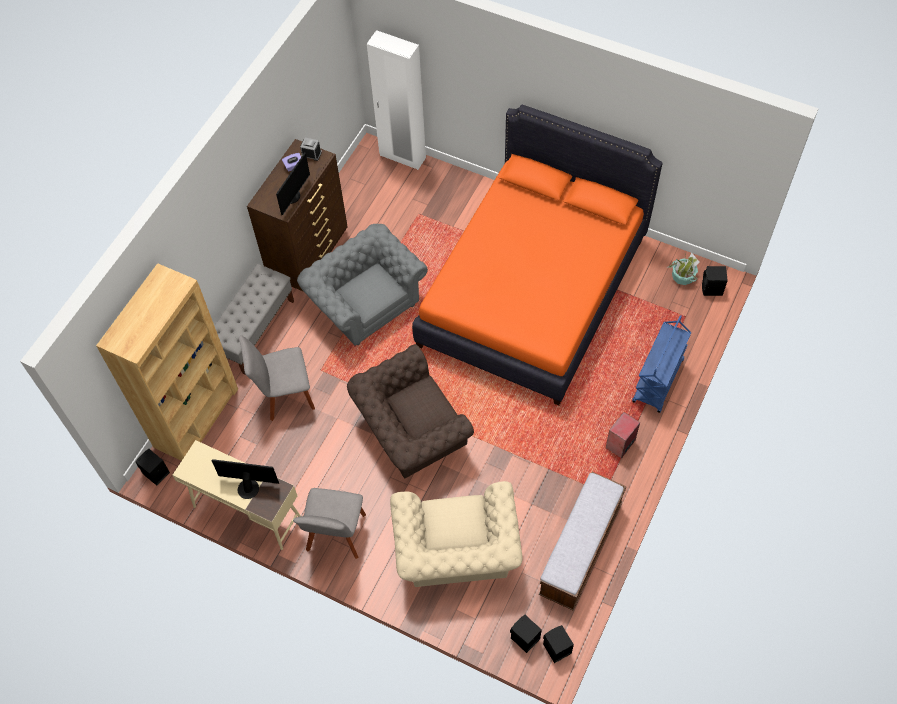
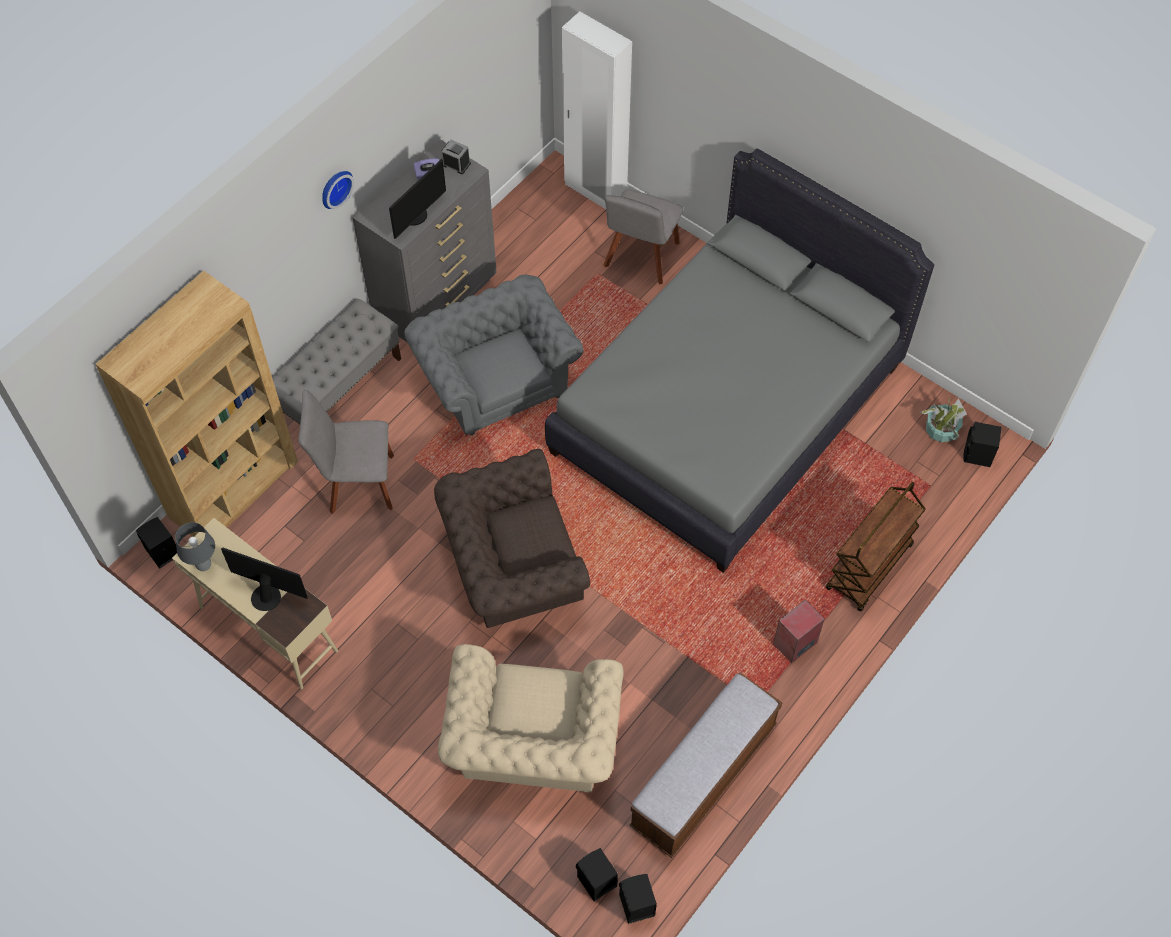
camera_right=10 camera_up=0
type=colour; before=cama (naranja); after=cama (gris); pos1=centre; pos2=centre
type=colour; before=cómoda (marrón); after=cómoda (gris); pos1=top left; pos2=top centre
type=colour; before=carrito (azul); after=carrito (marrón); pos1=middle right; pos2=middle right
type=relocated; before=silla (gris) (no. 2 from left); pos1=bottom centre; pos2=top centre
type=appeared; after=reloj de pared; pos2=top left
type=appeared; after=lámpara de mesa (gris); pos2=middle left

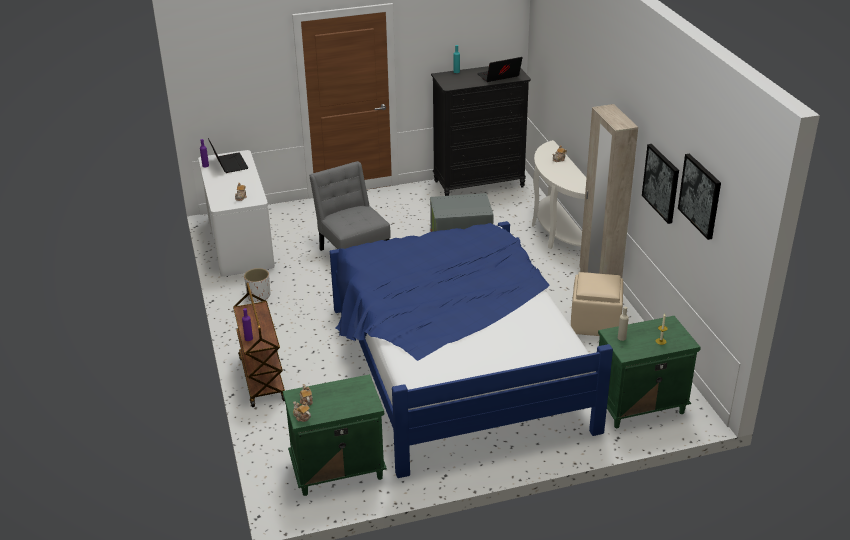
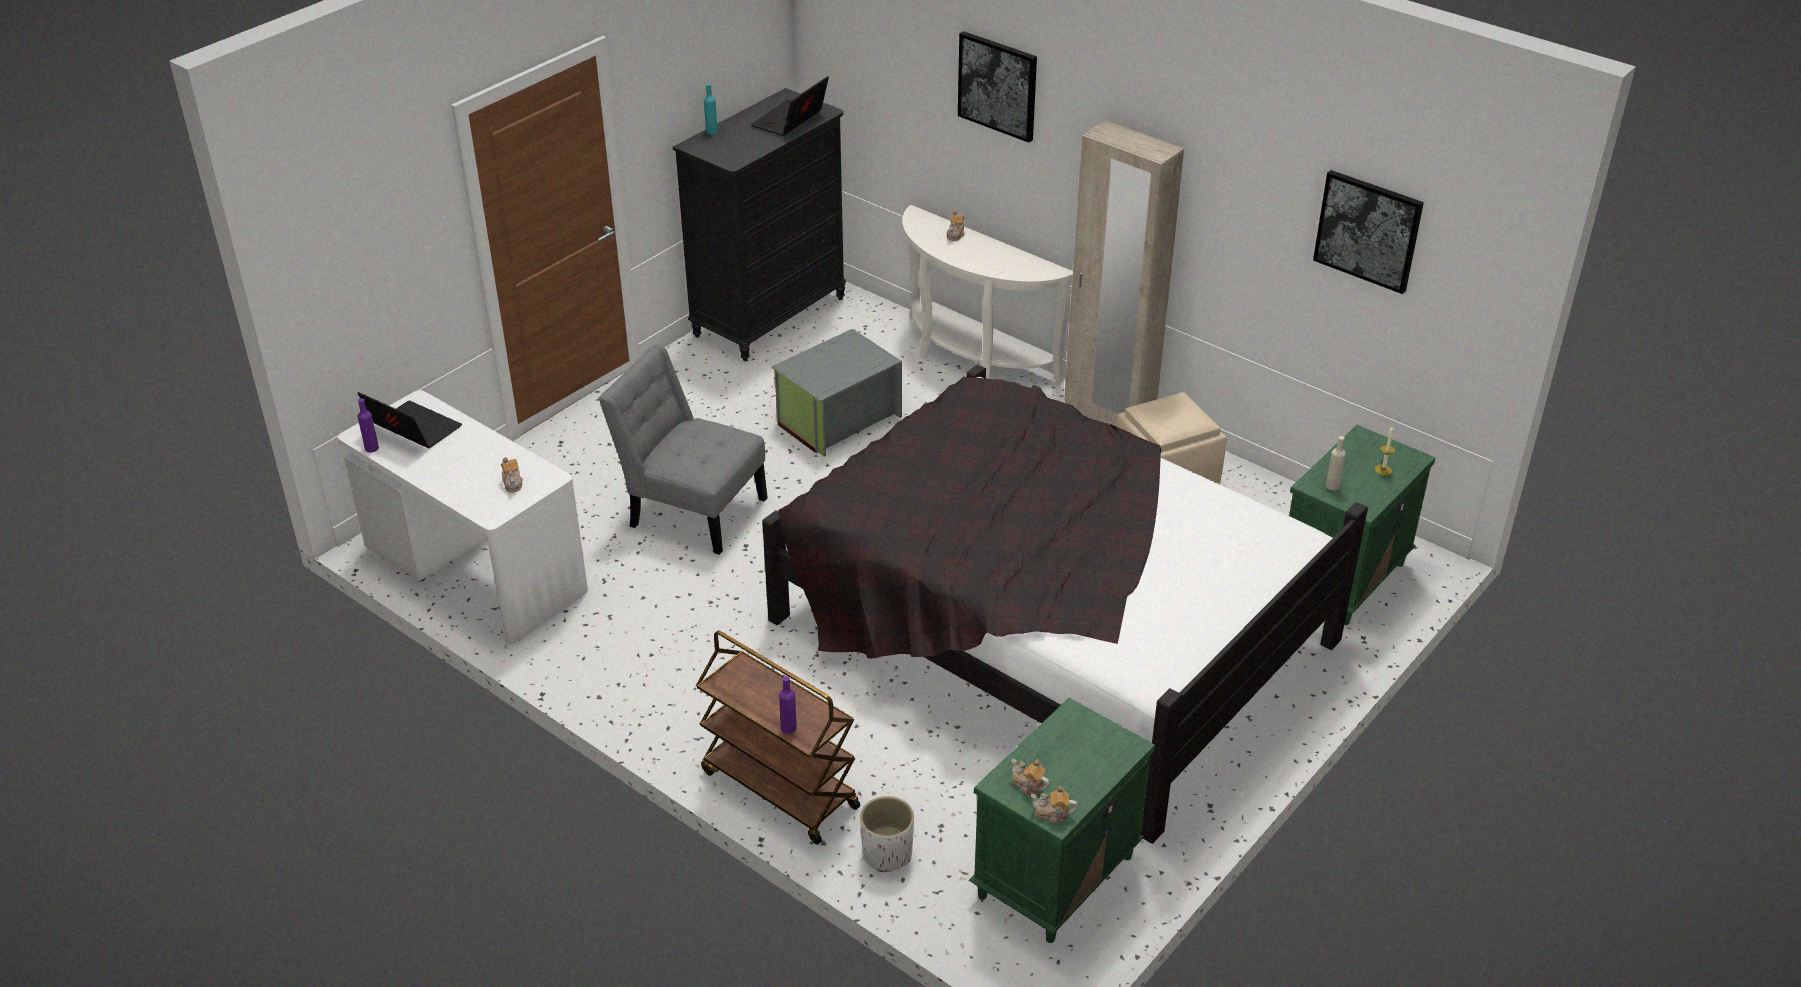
camera_right=-35 camera_up=5
type=relocated; before=cuadro (no. 1 from left); pos1=middle right; pos2=top centre
type=colour; before=cama (azul); after=cama (negro); pos1=centre; pos2=centre
type=relocated; before=maceta (blanco); pos1=middle left; pos2=bottom centre

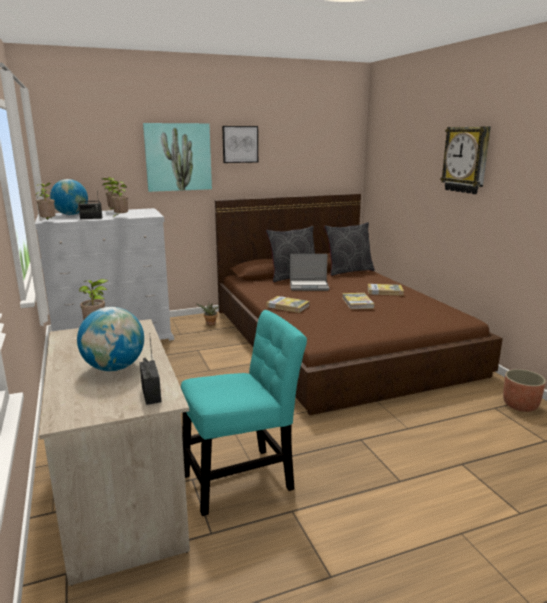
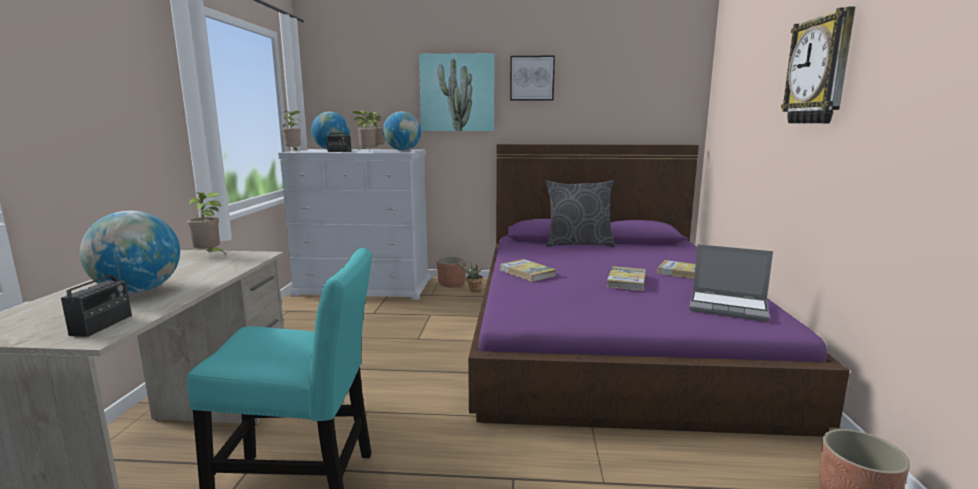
camera_right=25 camera_up=-5
type=colour; before=cama (marrón); after=cama (morado); pos1=centre; pos2=middle right
type=missing; before=cojín (gris) (no. 2 from left); pos1=centre
type=relocated; before=portátil; pos1=centre; pos2=middle right
type=appeared; after=globo terráqueo (no. 3 from left); pos2=top centre
type=appeared; after=maceta (no. 1 from left); pos2=centre

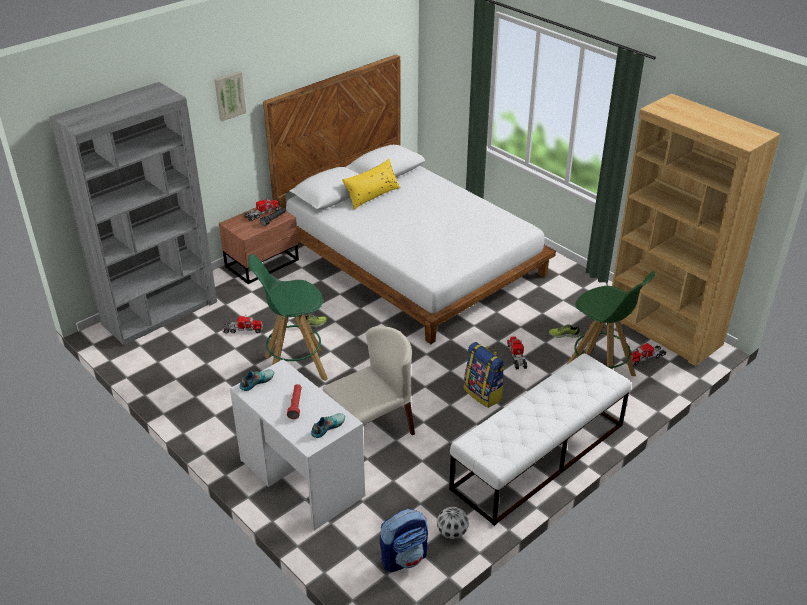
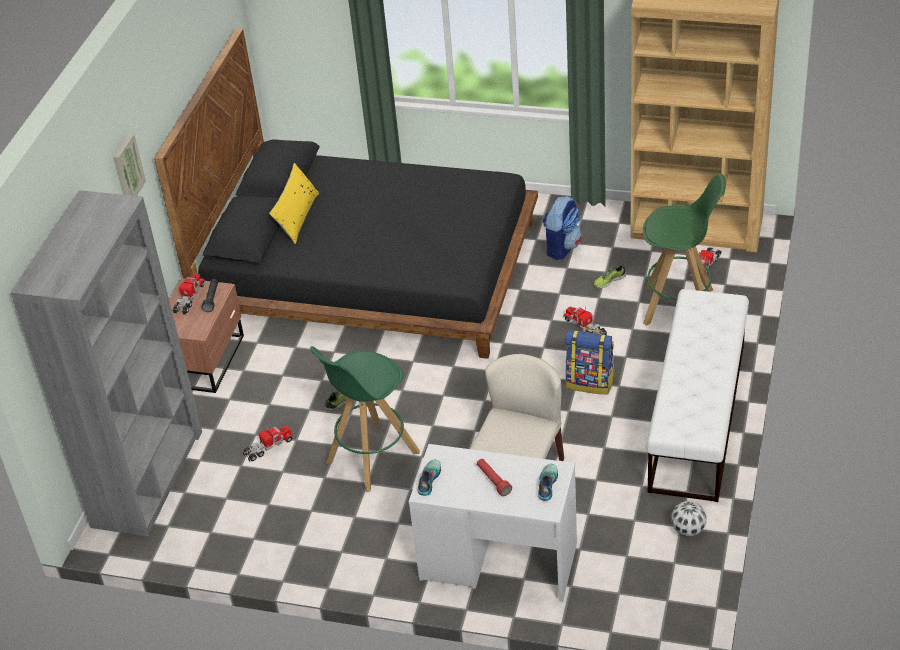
camera_right=-30 camera_up=5
type=colour; before=cama (blanco); after=cama (negro); pos1=top centre; pos2=top centre
type=relocated; before=mochila (no. 1 from left); pos1=bottom centre; pos2=centre

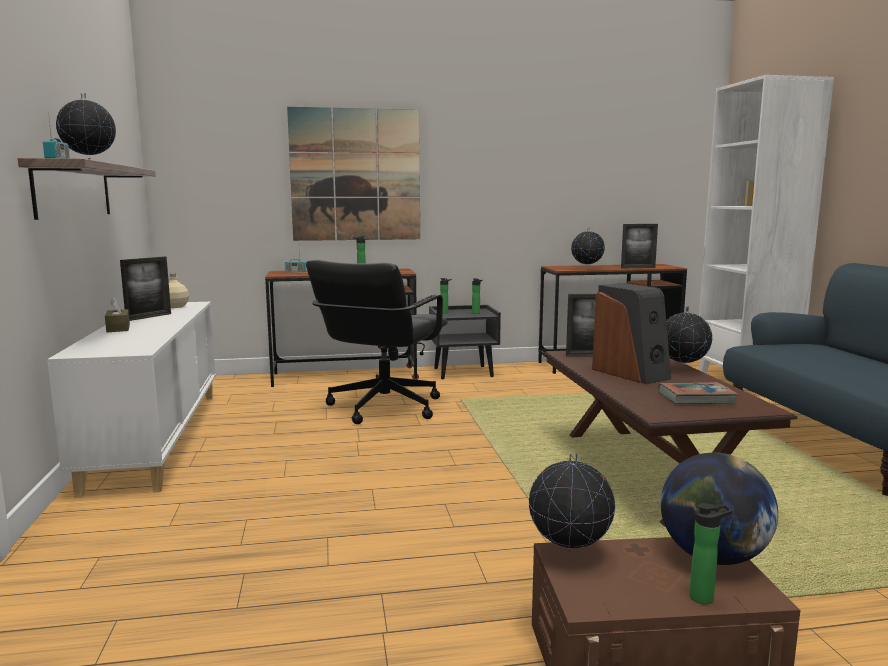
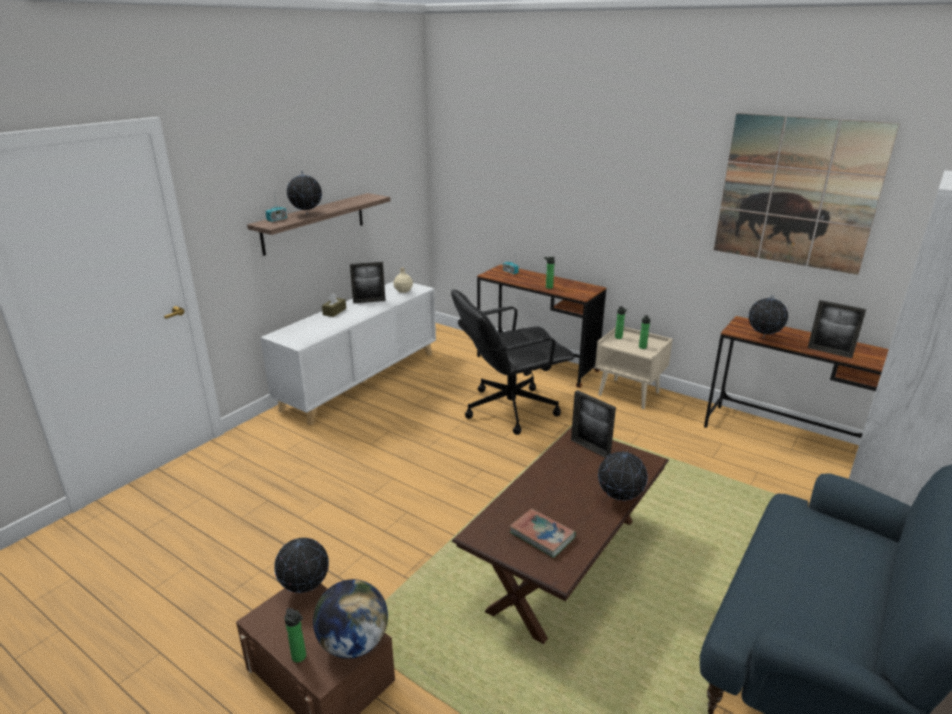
camera_right=45 camera_up=15
type=relocated; before=cuadro; pos1=top centre; pos2=top right
type=missing; before=altavoz; pos1=middle right
type=colour; before=mesita de noche (negro); after=mesita de noche (beis); pos1=centre; pos2=centre

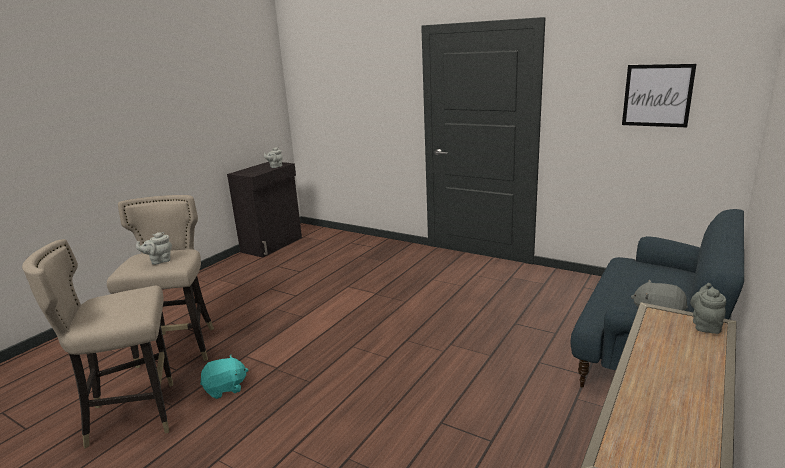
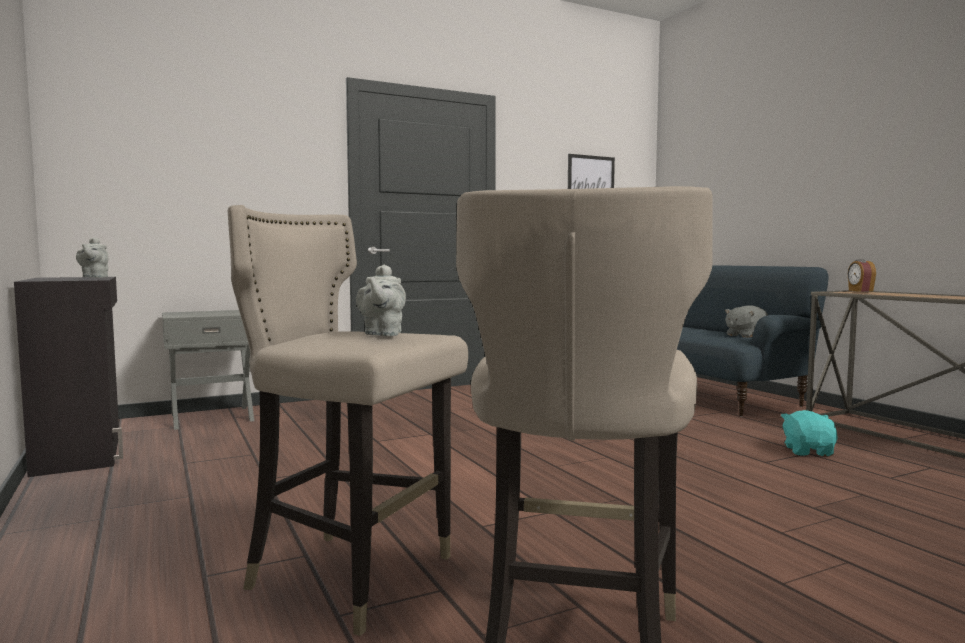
camera_right=-60 camera_up=-15
type=exchanged; before=tetera (gris) (no. 3 from left); after=despertador; pos1=middle right; pos2=middle right
type=relocated; before=peluche (turquesa); pos1=bottom left; pos2=bottom right
type=appeared; after=mesita de noche (gris); pos2=middle left

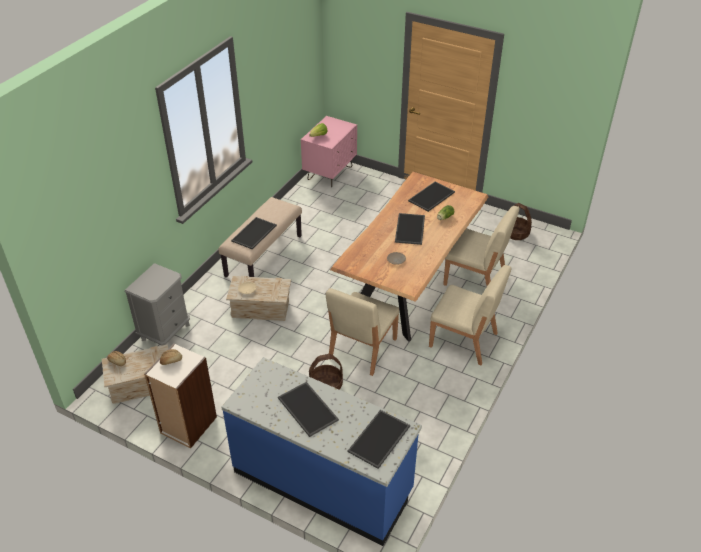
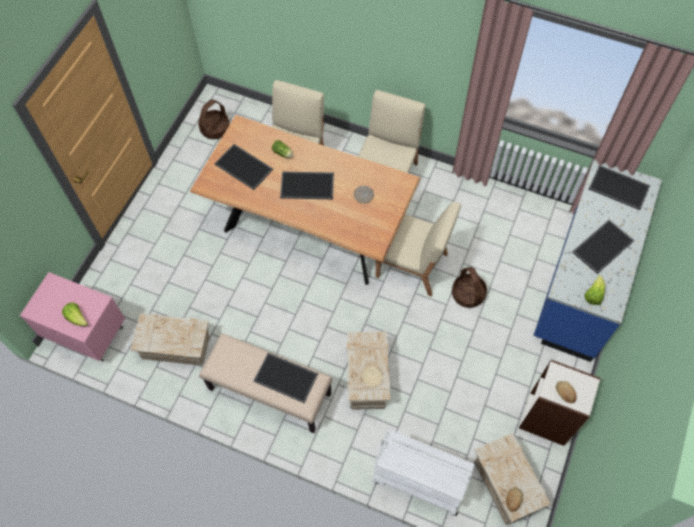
camera_right=-95 camera_up=20
type=exchanged; before=mesita de noche (gris); after=carrito (blanco); pos1=middle left; pos2=bottom centre
type=appeared; after=lechuga (no. 3 from left); pos2=middle right
type=appeared; after=caja de embalaje (no. 1 from left); pos2=middle left

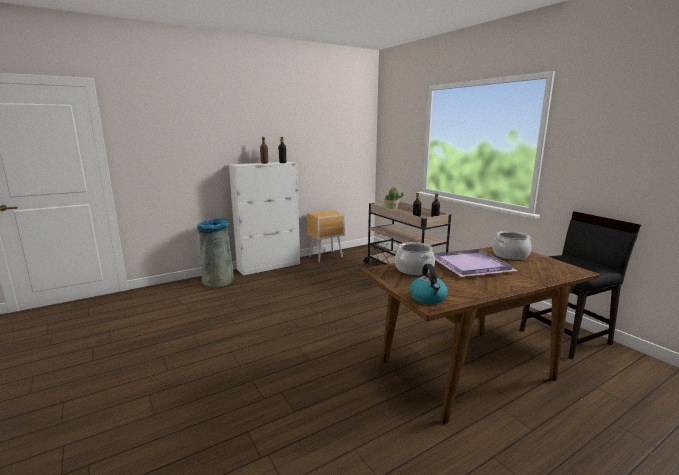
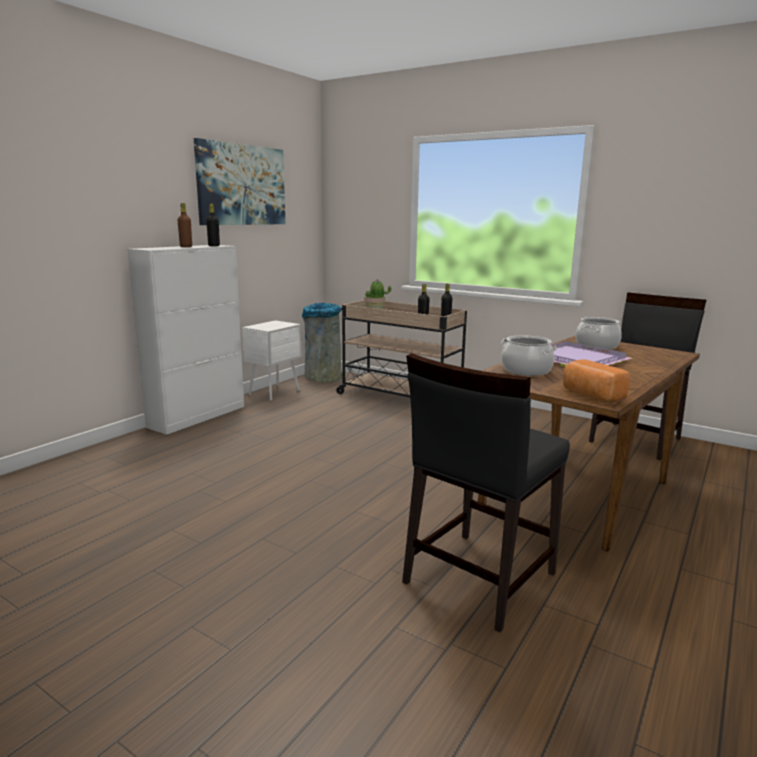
camera_right=-25 camera_up=0
type=colour; before=mesita de noche (marrón); after=mesita de noche (blanco); pos1=centre; pos2=centre
type=relocated; before=papelera (gris); pos1=middle left; pos2=centre
type=exchanged; before=hervidor; after=pan; pos1=centre; pos2=middle right
type=appeared; after=cuadro; pos2=top left
type=appeared; after=silla (negro) (no. 1 from left); pos2=centre

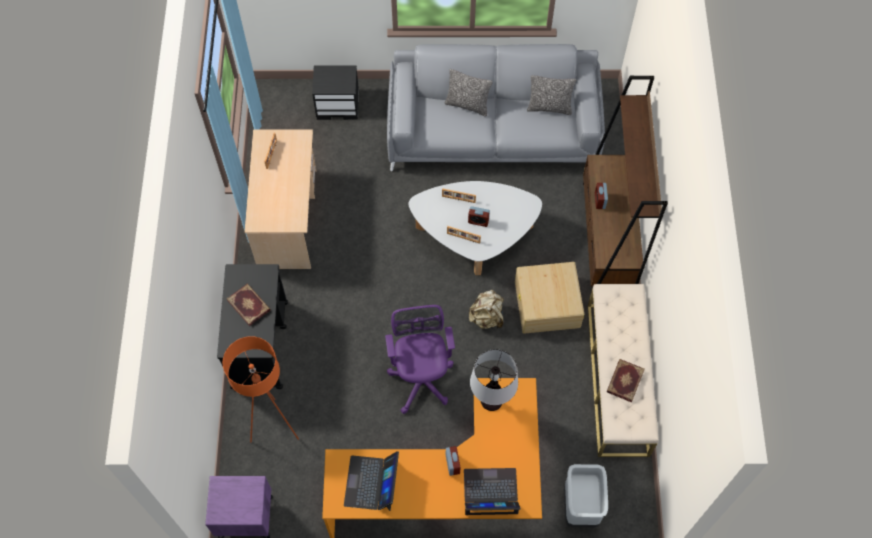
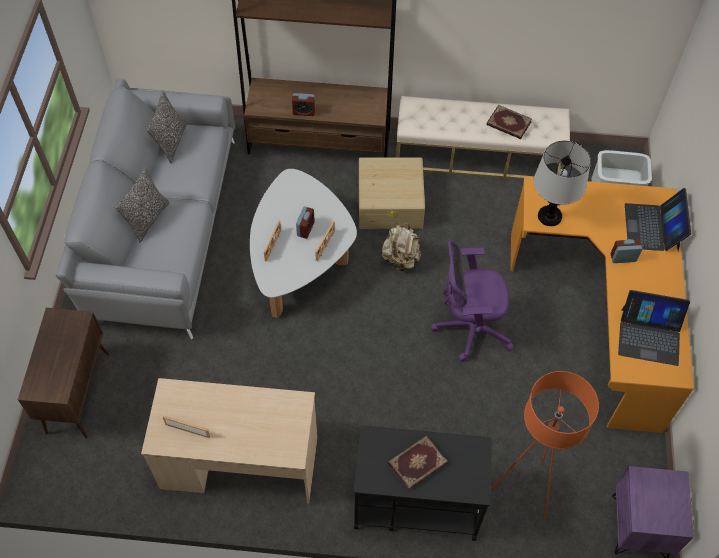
camera_right=-85 camera_up=-5
type=exchanged; before=mesita de noche (negro); after=armario (marrón); pos1=top centre; pos2=bottom left

